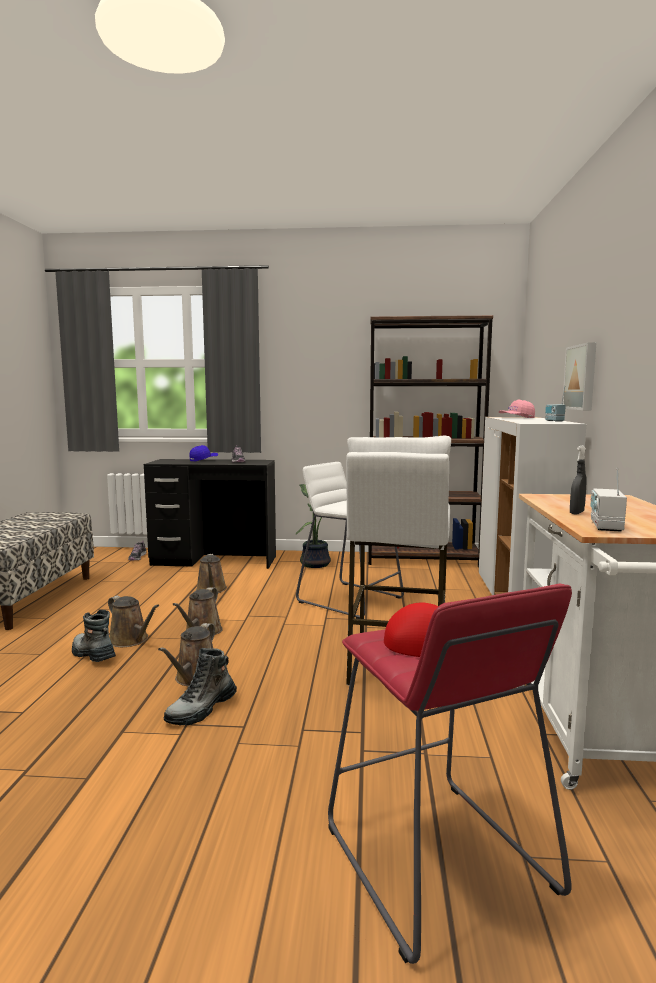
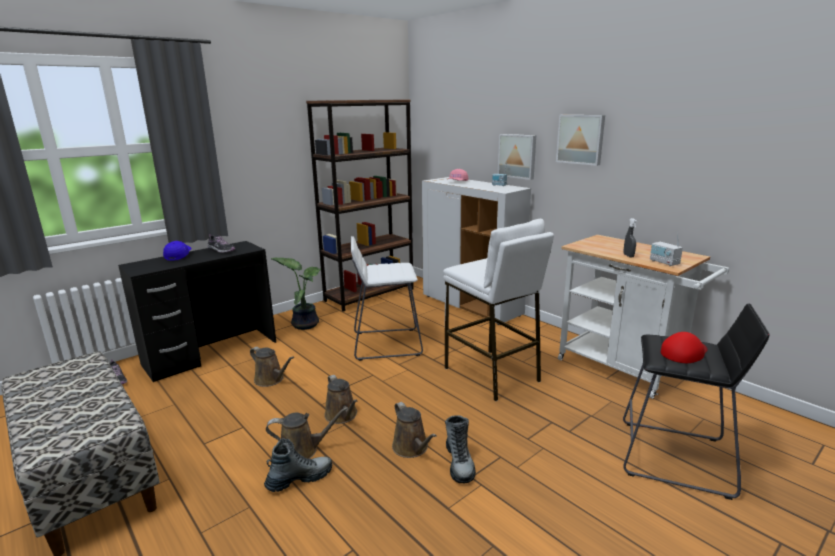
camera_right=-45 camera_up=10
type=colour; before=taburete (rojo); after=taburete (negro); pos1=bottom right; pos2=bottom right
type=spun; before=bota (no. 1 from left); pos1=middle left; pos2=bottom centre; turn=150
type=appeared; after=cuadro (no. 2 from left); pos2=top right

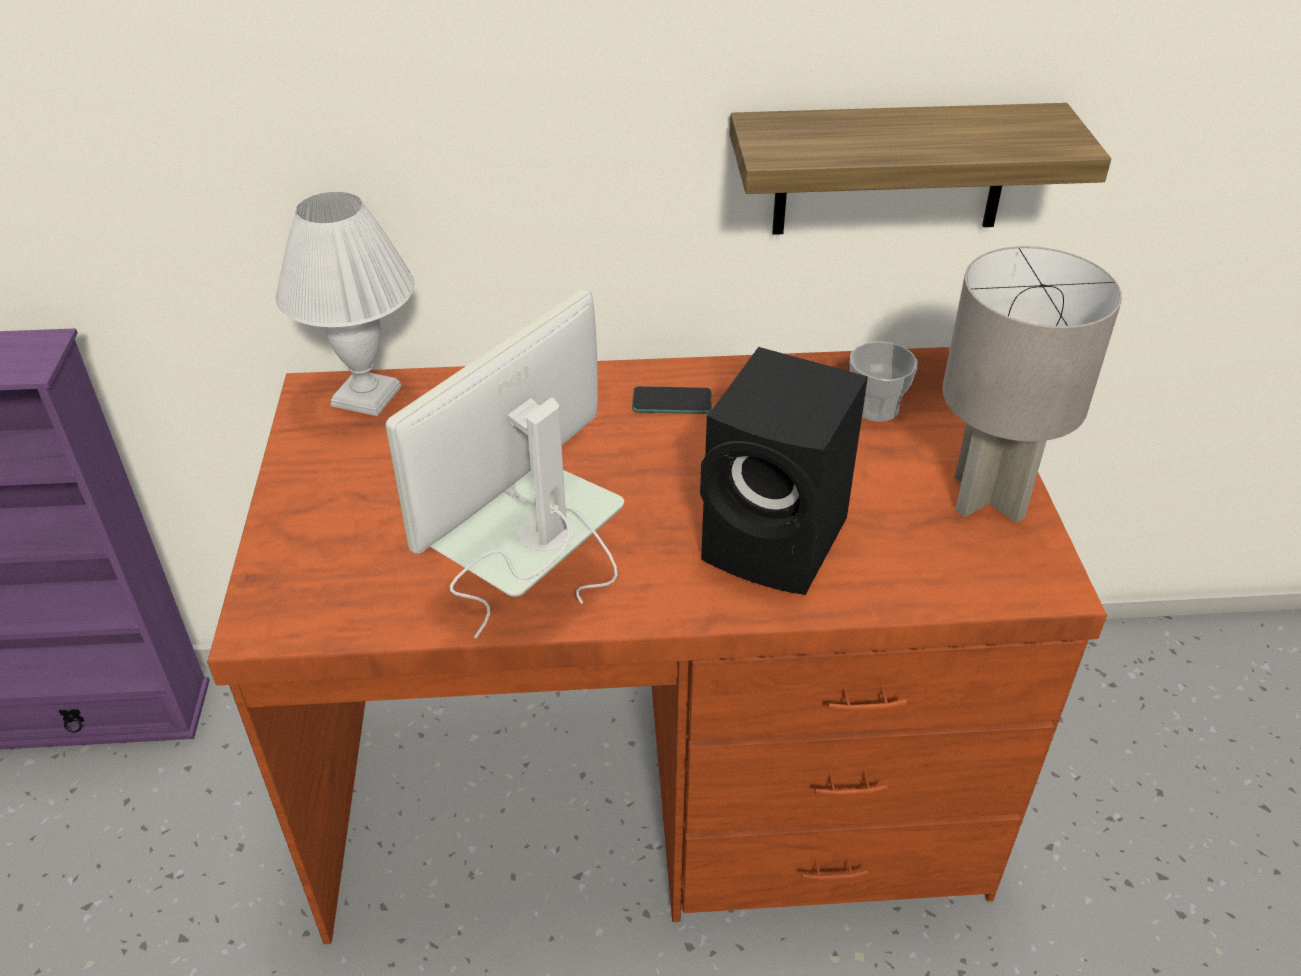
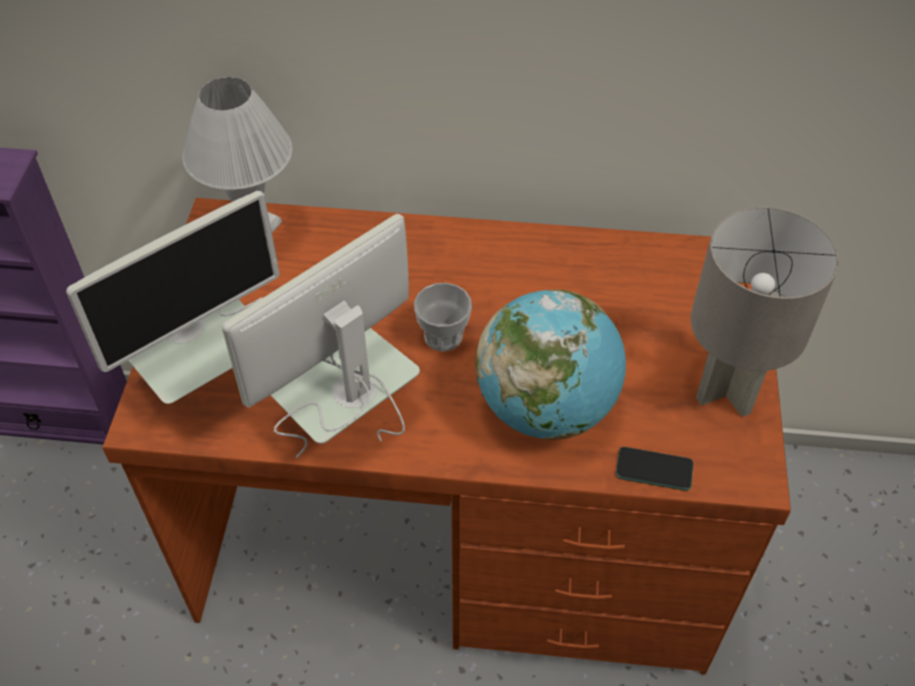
camera_right=10 camera_up=10
type=missing; before=estante; pos1=top right
type=relocated; before=taza; pos1=middle right; pos2=centre
type=exchanged; before=altavoz (negro); after=globo terráqueo; pos1=centre; pos2=centre
type=relocated; before=móvil; pos1=centre; pos2=bottom right
type=appeared; after=monitor (no. 1 from left); pos2=middle left

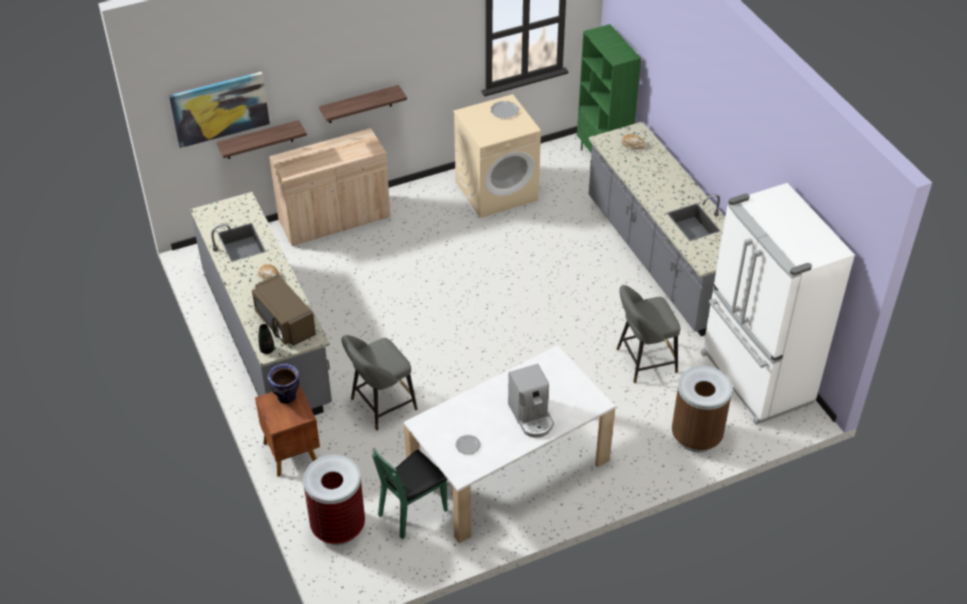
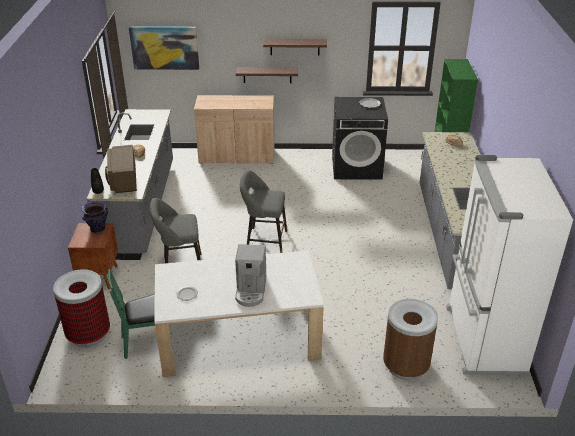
camera_right=25 camera_up=-10
type=colour; before=lavadora (beis); after=lavadora (negro); pos1=top centre; pos2=top centre
type=relocated; before=estante (no. 1 from left in the first image); after=estante (no. 2 from left); pos1=top left; pos2=top centre
type=relocated; before=taburete (gris) (no. 2 from left); pos1=middle right; pos2=centre

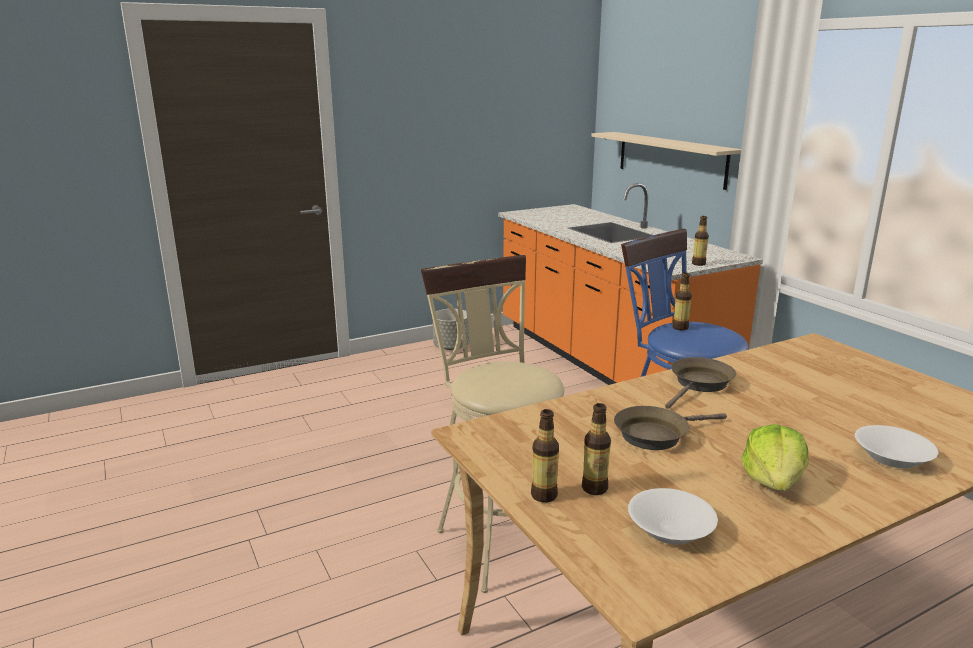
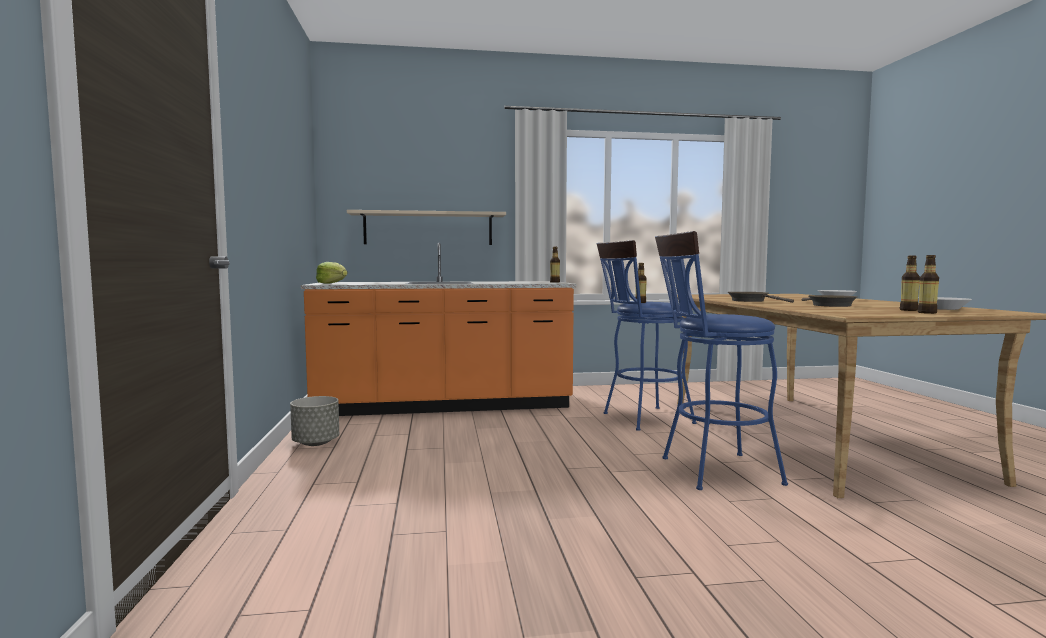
camera_right=-70 camera_up=-15
type=colour; before=taburete (beis); after=taburete (azul) (no. 2 from left); pos1=centre; pos2=middle right
type=relocated; before=lechuga; pos1=bottom right; pos2=middle left

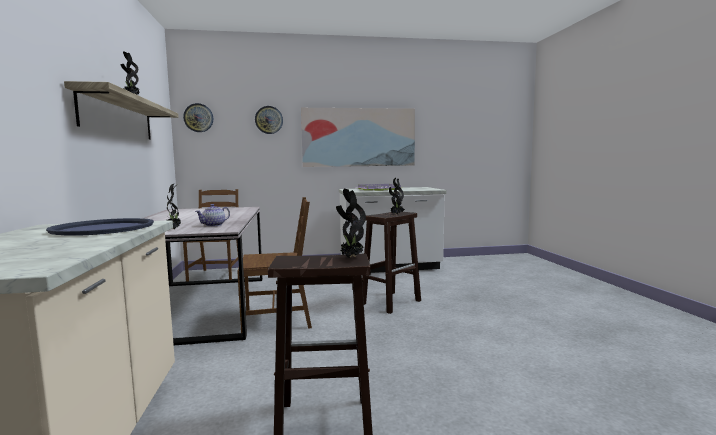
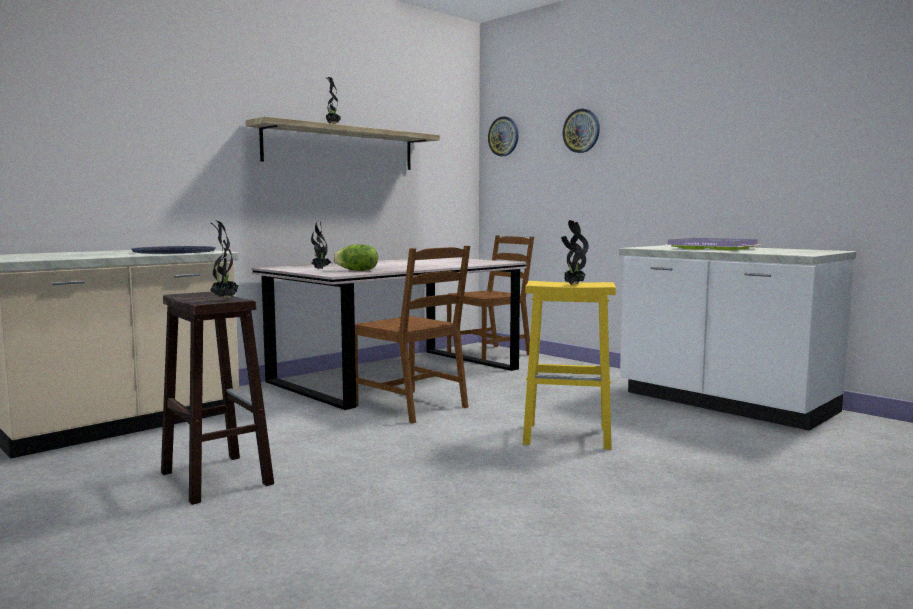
camera_right=55 camera_up=0
type=missing; before=cuadro; pos1=top centre
type=exchanged; before=tetera; after=lechuga; pos1=middle left; pos2=centre
type=colour; before=taburete (marrón) (no. 2 from left); after=taburete (amarillo); pos1=centre; pos2=centre

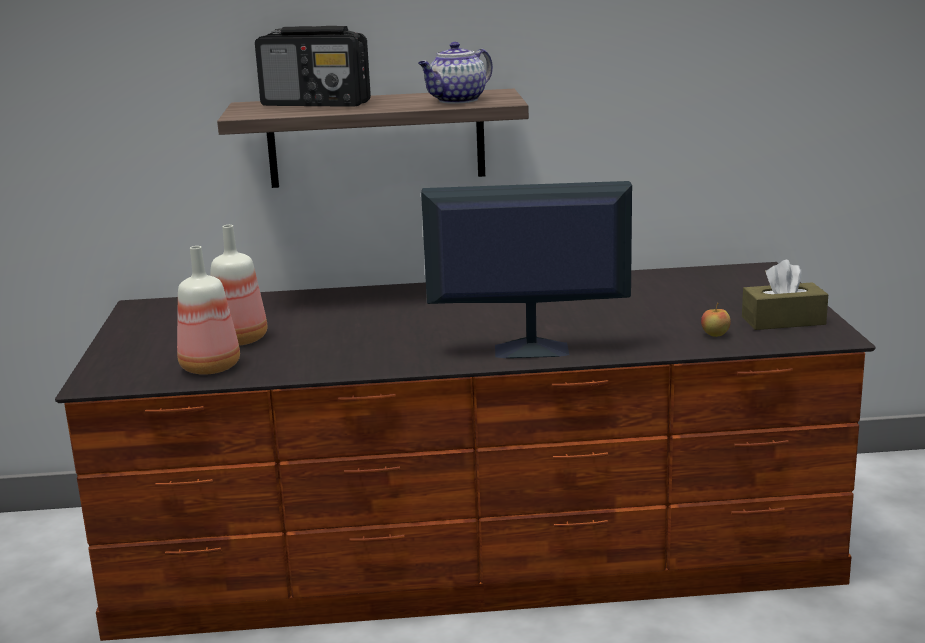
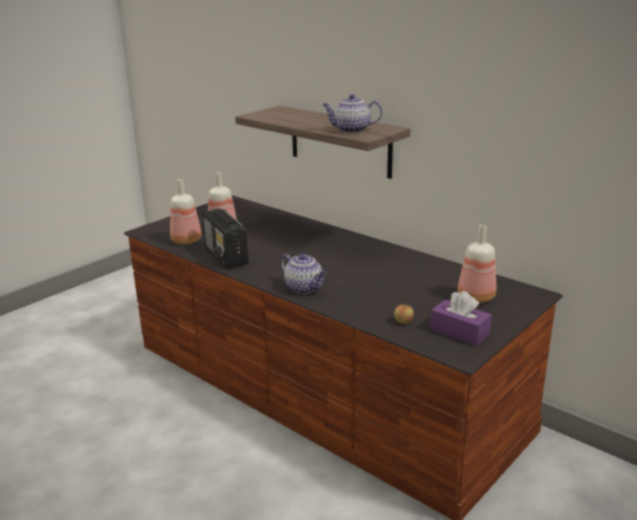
camera_right=45 camera_up=5
type=relocated; before=radio; pos1=top centre; pos2=centre
type=exchanged; before=monitor; after=tetera (no. 1 from left); pos1=centre; pos2=centre
type=colour; before=caja de pañuelos (marrón); after=caja de pañuelos (morado); pos1=middle right; pos2=middle right
type=appeared; after=botella (no. 3 from left); pos2=middle right

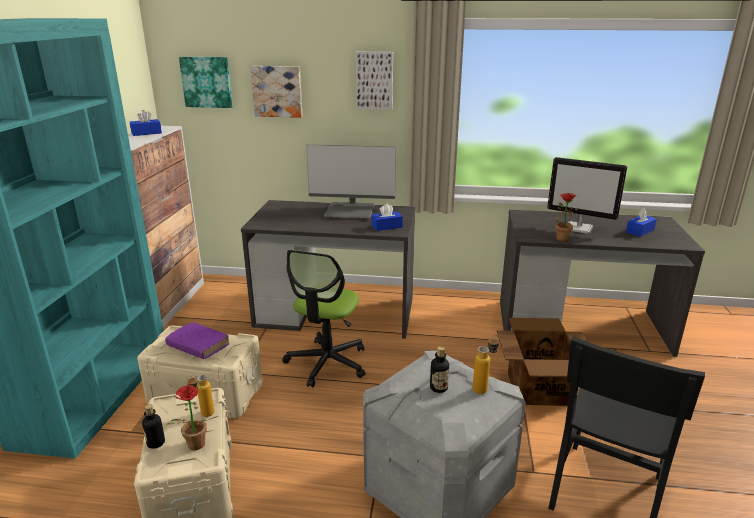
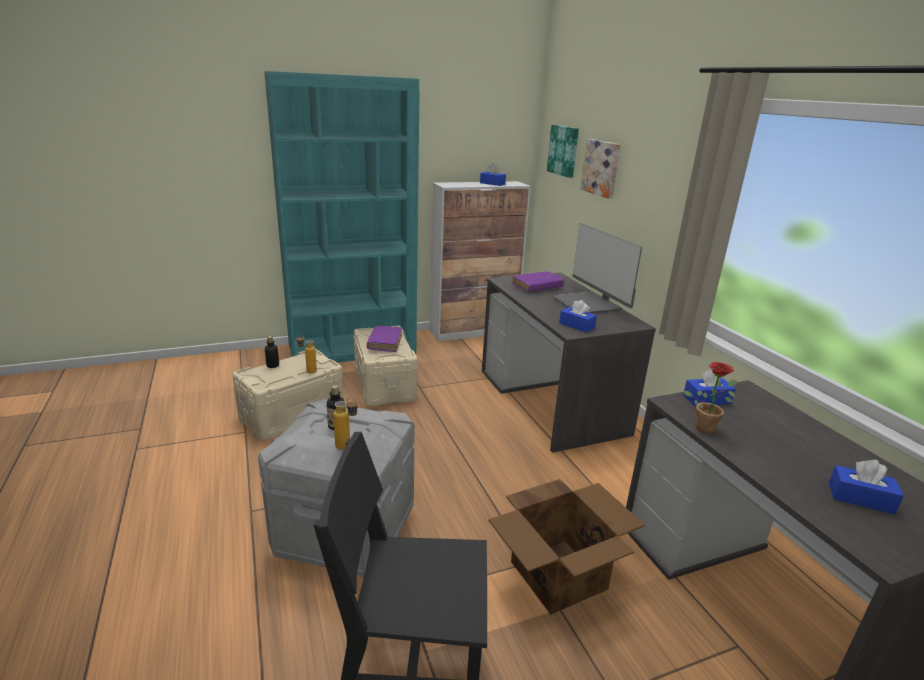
camera_right=60 camera_up=0
type=missing; before=cuadro (no. 3 from left); pos1=top centre
type=missing; before=monitor (no. 2 from left); pos1=middle right
type=missing; before=silla de oficina; pos1=centre
type=missing; before=planta en maceta (no. 1 from left); pos1=bottom left
type=appeared; after=libro (morado) (no. 2 from left); pos2=centre
type=appeared; after=caja de pañuelos (azul) (no. 3 from left); pos2=middle right

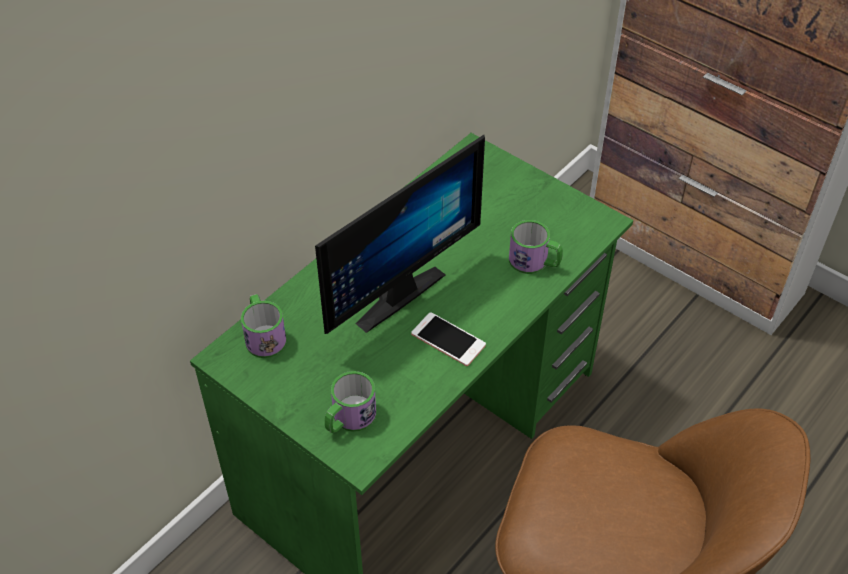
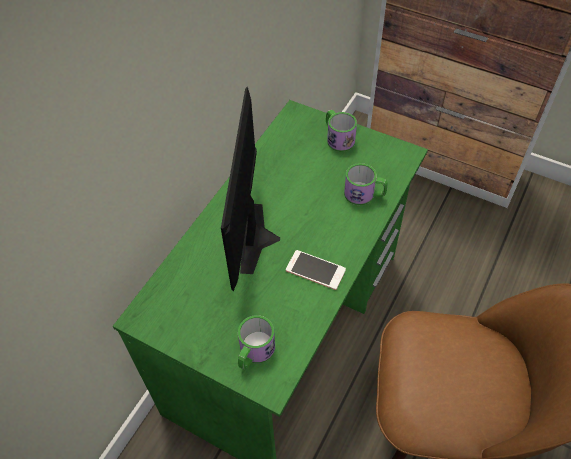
camera_right=-10 camera_up=5
type=spun; before=monitor; pos1=centre; pos2=centre; turn=150
type=relocated; before=taza grande (no. 1 from left in the first image); after=taza grande (no. 2 from left); pos1=middle left; pos2=top centre

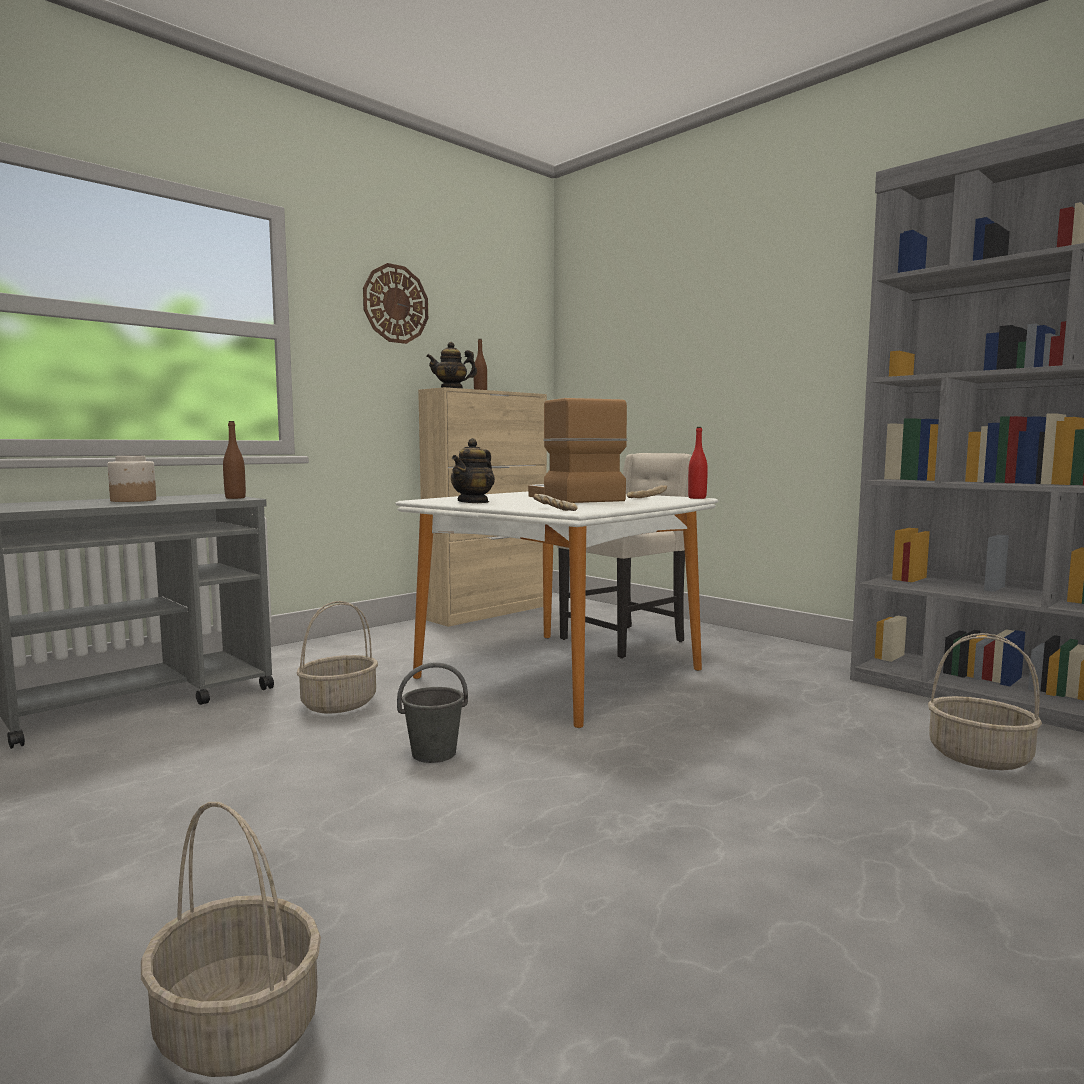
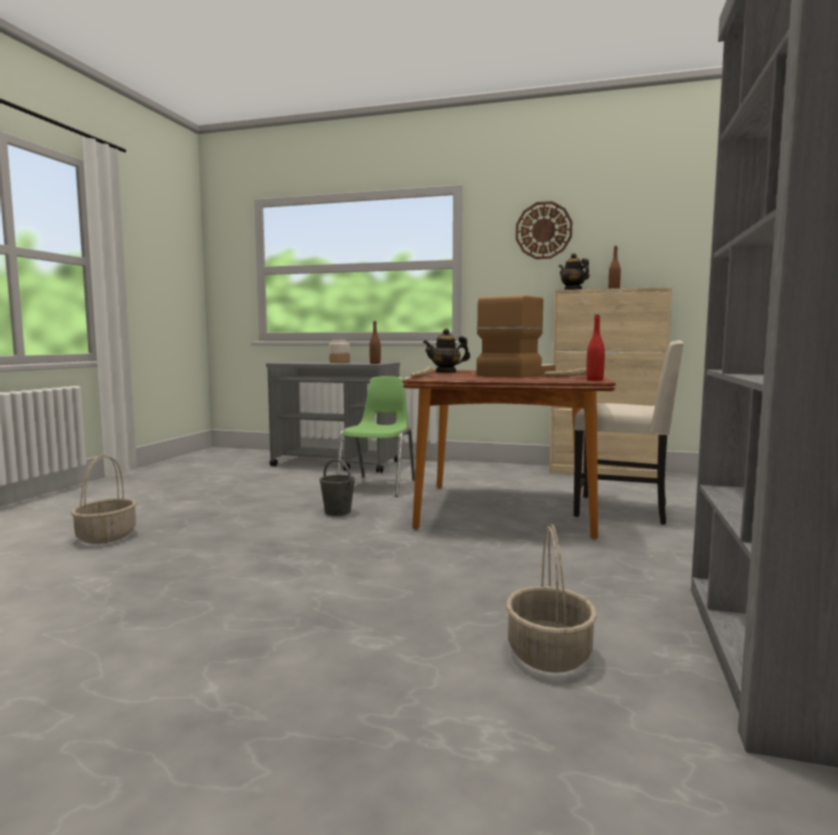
camera_right=60 camera_up=0
type=colour; before=mesa de comedor (blanco); after=mesa de comedor (marrón); pos1=centre; pos2=centre
type=exchanged; before=cesta (no. 2 from left); after=silla (verde); pos1=middle left; pos2=centre

